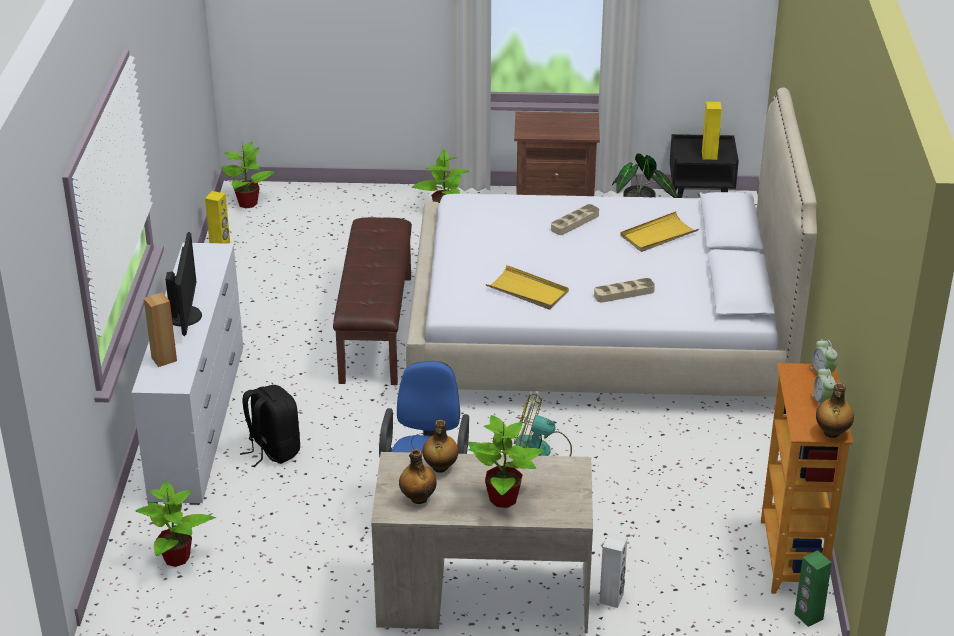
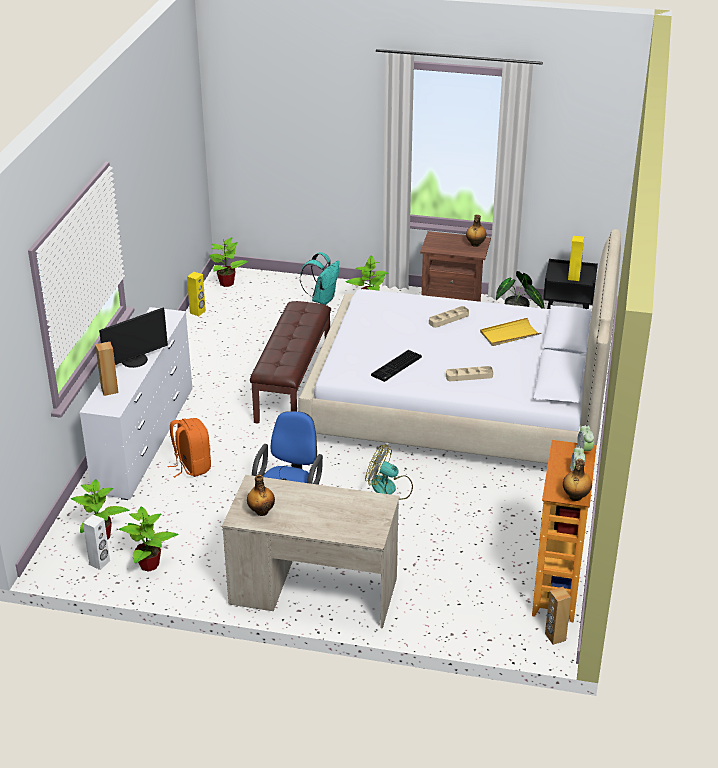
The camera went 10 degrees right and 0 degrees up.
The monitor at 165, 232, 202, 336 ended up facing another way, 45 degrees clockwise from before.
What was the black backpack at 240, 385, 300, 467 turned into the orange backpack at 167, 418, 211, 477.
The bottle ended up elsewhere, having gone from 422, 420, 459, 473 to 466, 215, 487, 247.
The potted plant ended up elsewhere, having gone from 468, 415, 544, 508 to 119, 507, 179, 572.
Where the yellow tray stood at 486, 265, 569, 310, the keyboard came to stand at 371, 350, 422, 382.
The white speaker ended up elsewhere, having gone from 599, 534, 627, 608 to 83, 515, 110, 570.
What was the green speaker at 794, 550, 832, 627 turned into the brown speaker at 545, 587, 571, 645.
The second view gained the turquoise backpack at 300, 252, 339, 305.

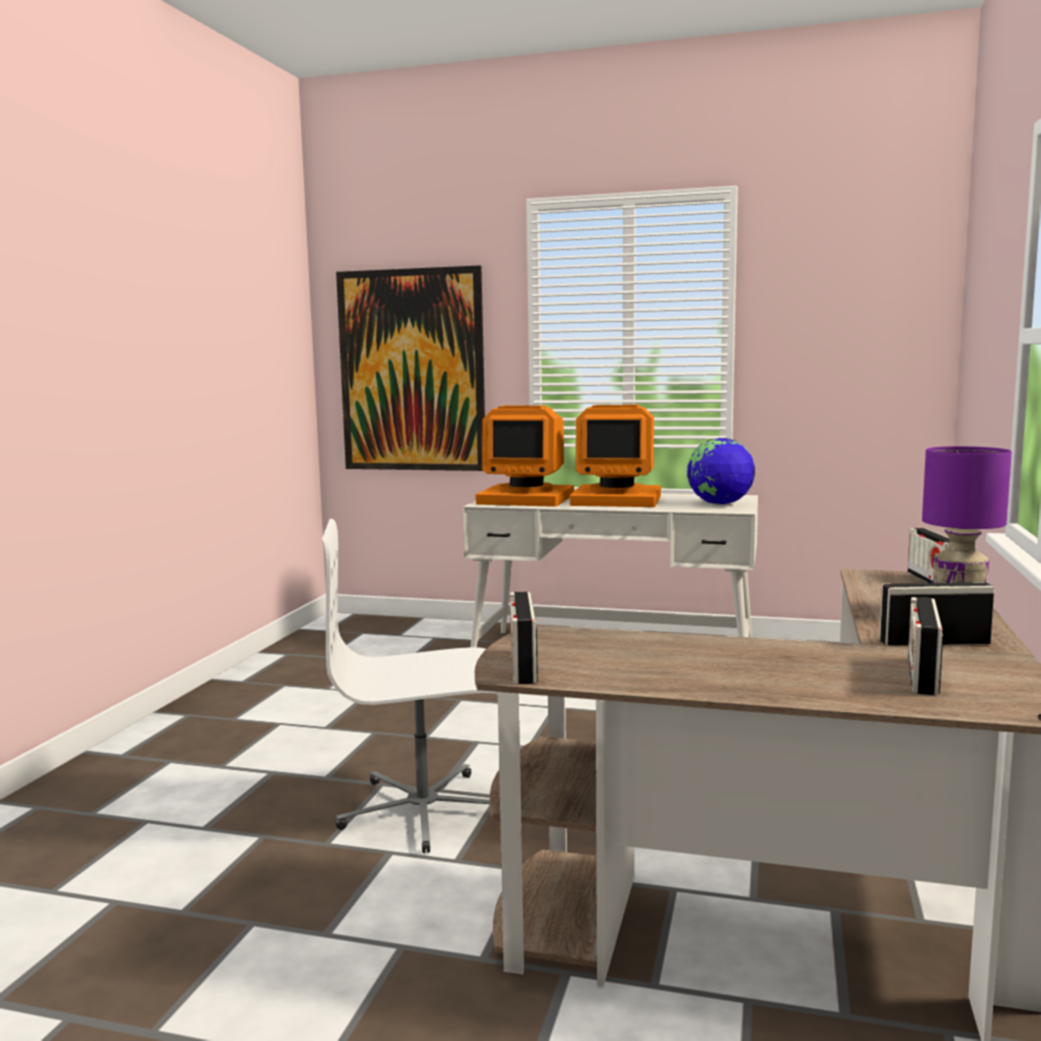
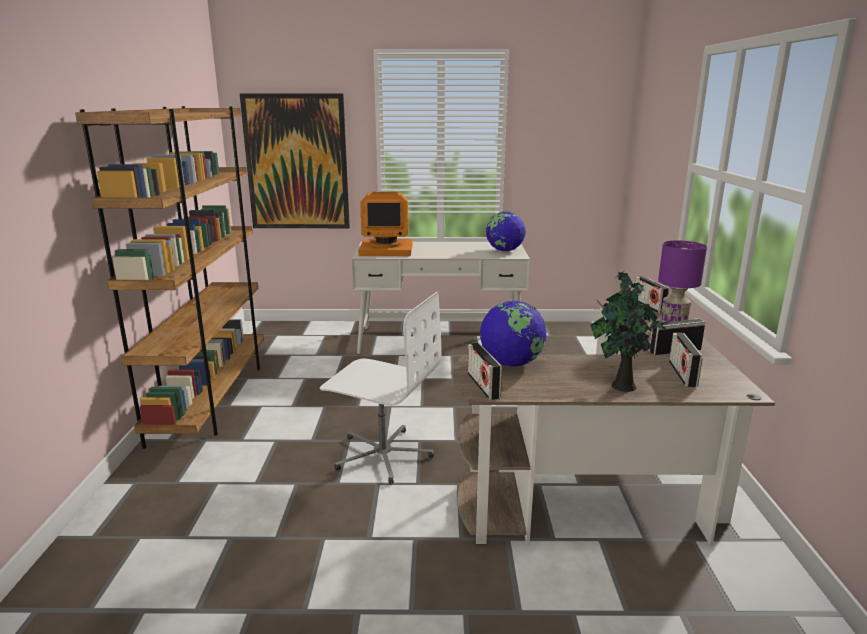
The camera went 15 degrees left and 10 degrees up.
The white office chair at 322, 519, 498, 853 ended up facing another way, 135 degrees counterclockwise from before.
The second view lost the monitor at 570, 405, 661, 507.
The second view gained the brown bookcase at 75, 106, 264, 449.
The second view gained the globe at 480, 301, 547, 367.
The second view gained the potted plant at 591, 271, 666, 392.

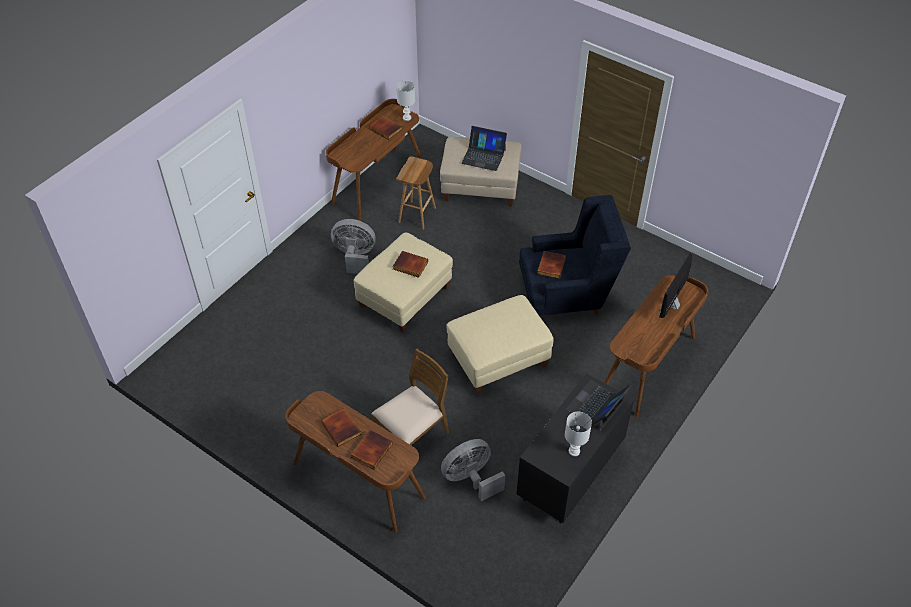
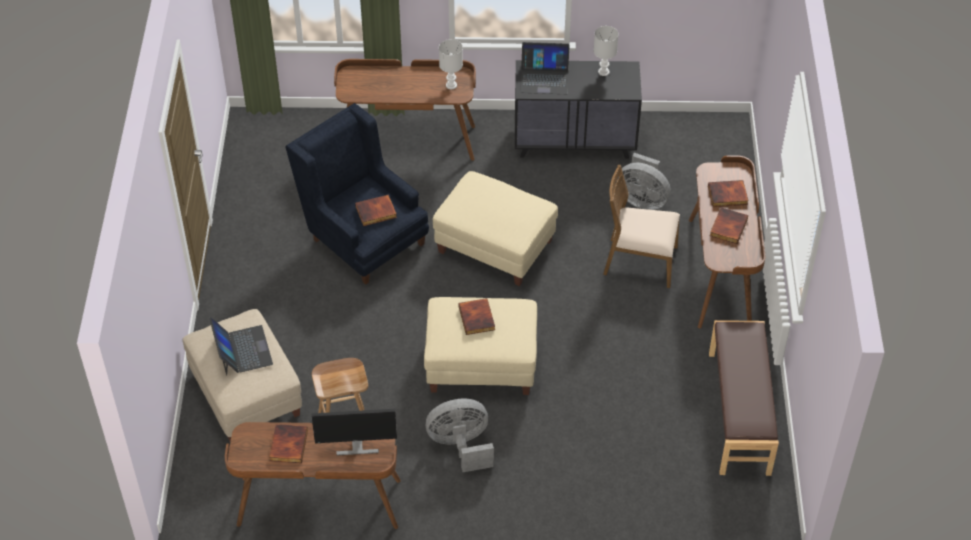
The camera went 125 degrees left and 0 degrees up.
The grey fan at 331, 219, 376, 274 ended up facing another way, 105 degrees clockwise from before.
The white table lamp ended up elsewhere, having gone from 396, 81, 415, 121 to 439, 39, 463, 89.
The monitor ended up elsewhere, having gone from 659, 253, 692, 318 to 311, 409, 397, 456.
The second view gained the brown bench at 709, 320, 779, 476.

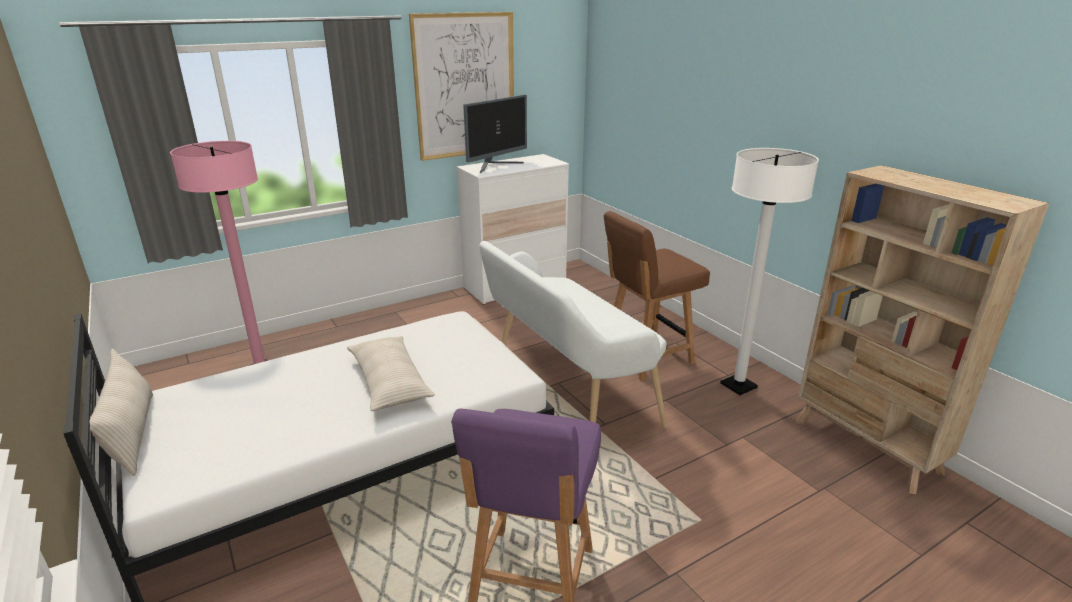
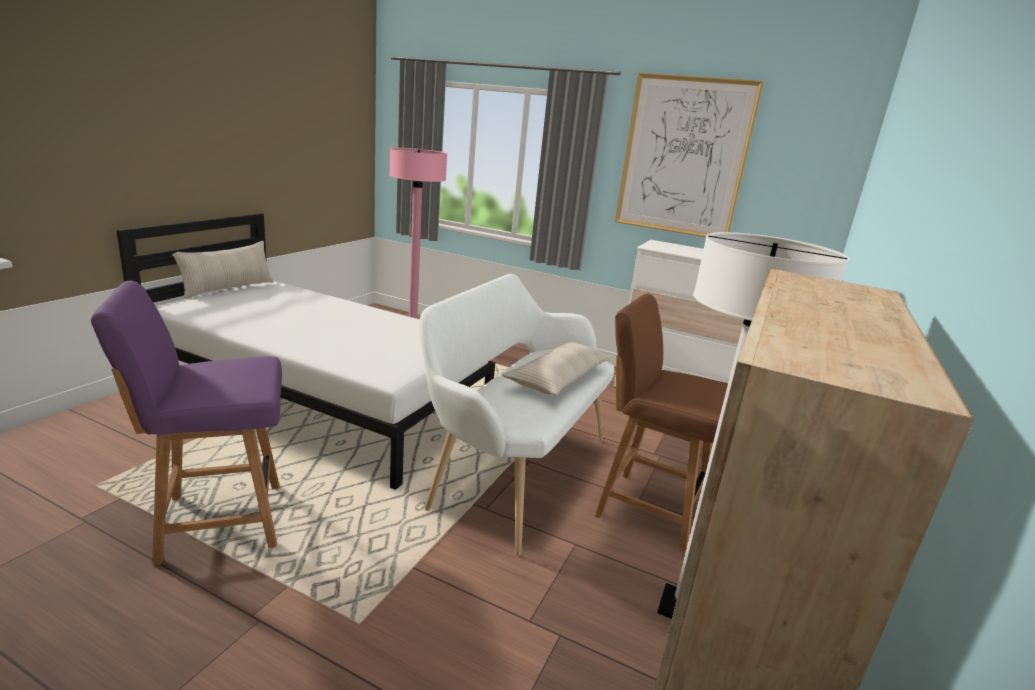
The camera went 55 degrees right and 5 degrees down.
The beige pillow ended up elsewhere, having gone from 347, 336, 435, 411 to 502, 342, 611, 395.
The second view lost the monitor at 463, 95, 527, 173.

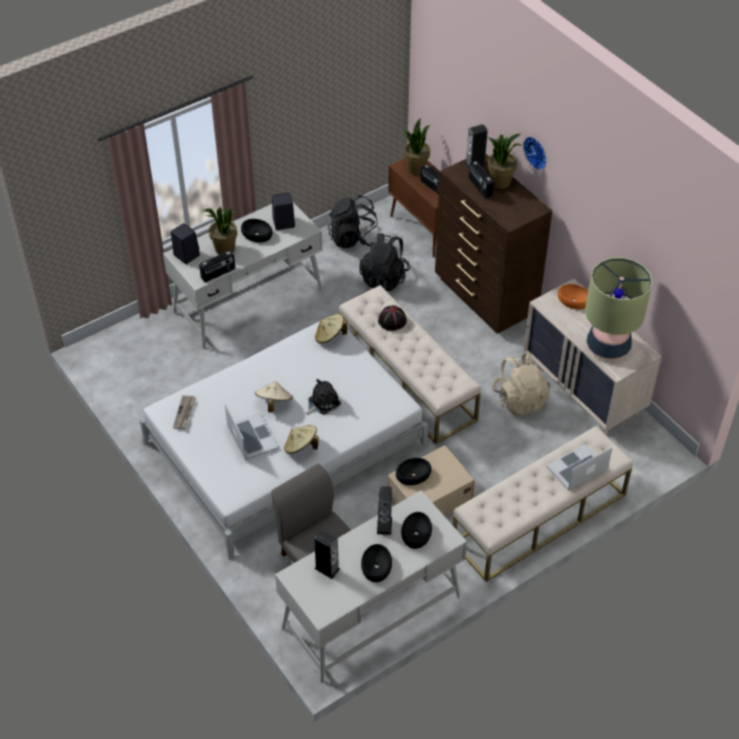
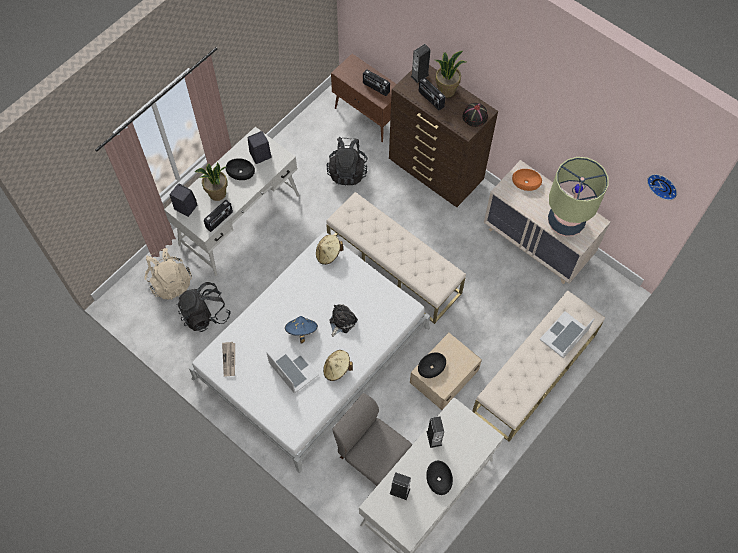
The camera went 15 degrees left and 15 degrees up.
What was the beige hat at 255, 381, 293, 412 turned into the blue hat at 285, 316, 318, 344.
The black backpack ended up elsewhere, having gone from 328, 195, 379, 248 to 176, 282, 231, 332.
The black hat ended up elsewhere, having gone from 378, 305, 407, 331 to 462, 103, 488, 127.
The second view lost the black bowl at 401, 512, 432, 549.
The second view lost the potted plant at 404, 118, 431, 175.
The beige backpack ended up elsewhere, having gone from 492, 353, 550, 416 to 144, 248, 192, 300.
The wall clock ended up elsewhere, having gone from 523, 136, 547, 170 to 647, 174, 677, 200.

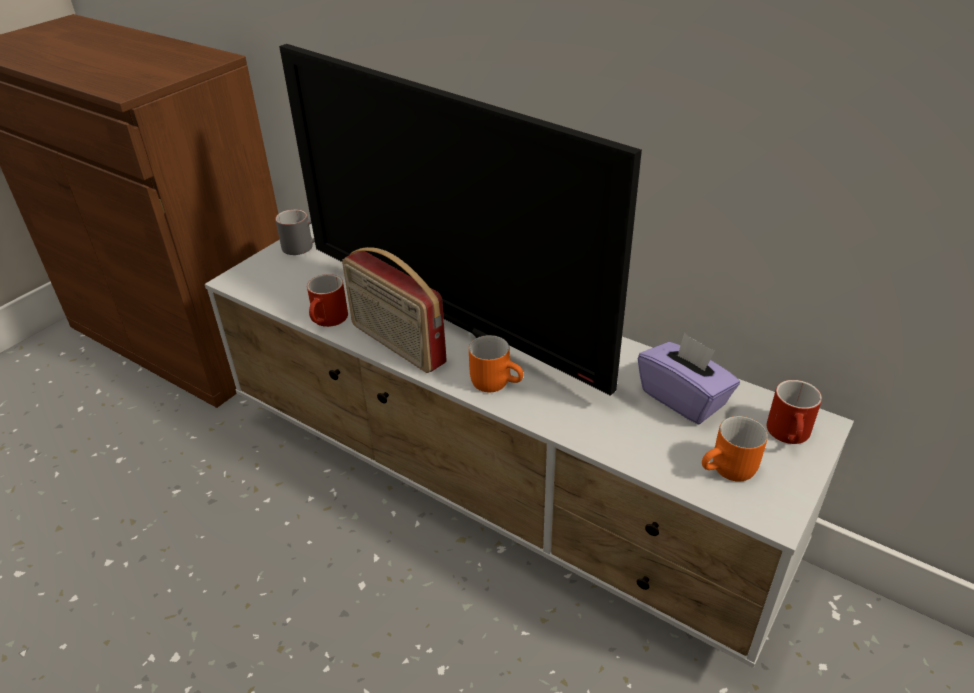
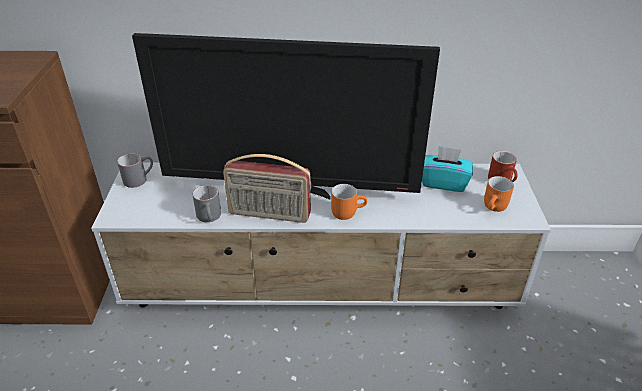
The camera went 35 degrees left and 0 degrees up.
What was the red mug at 307, 274, 348, 327 turned into the grey mug at 192, 185, 221, 222.
What was the purple tissue box at 638, 332, 740, 424 turned into the turquoise tissue box at 422, 146, 473, 192.

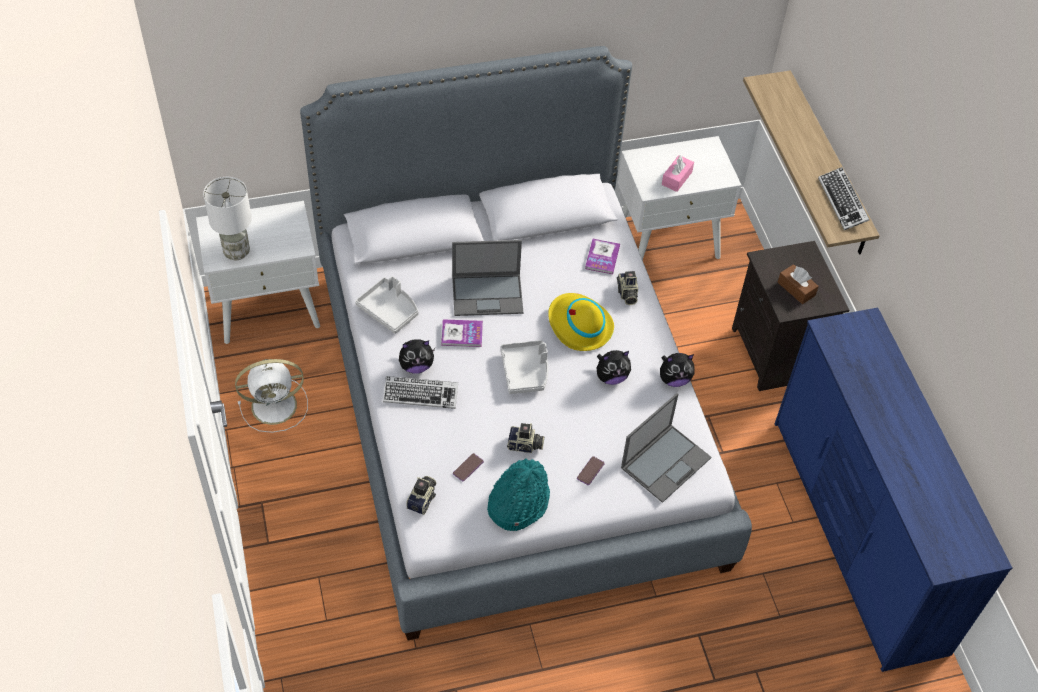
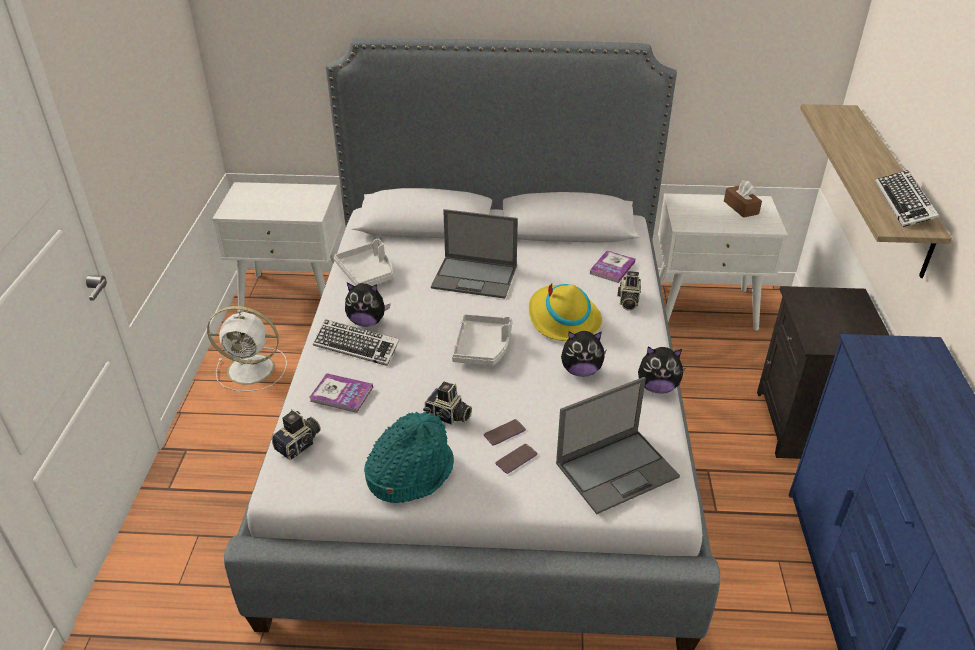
The camera went 20 degrees right and 15 degrees down.
The second view lost the white table lamp at 203, 177, 252, 261.
The book ended up elsewhere, having gone from 441, 319, 483, 347 to 309, 373, 373, 413.
The phone ended up elsewhere, having gone from 453, 453, 484, 482 to 484, 419, 526, 446.
The second view lost the pink tissue box at 662, 155, 694, 192.
The brown tissue box ended up elsewhere, having gone from 778, 264, 819, 304 to 724, 180, 762, 218.

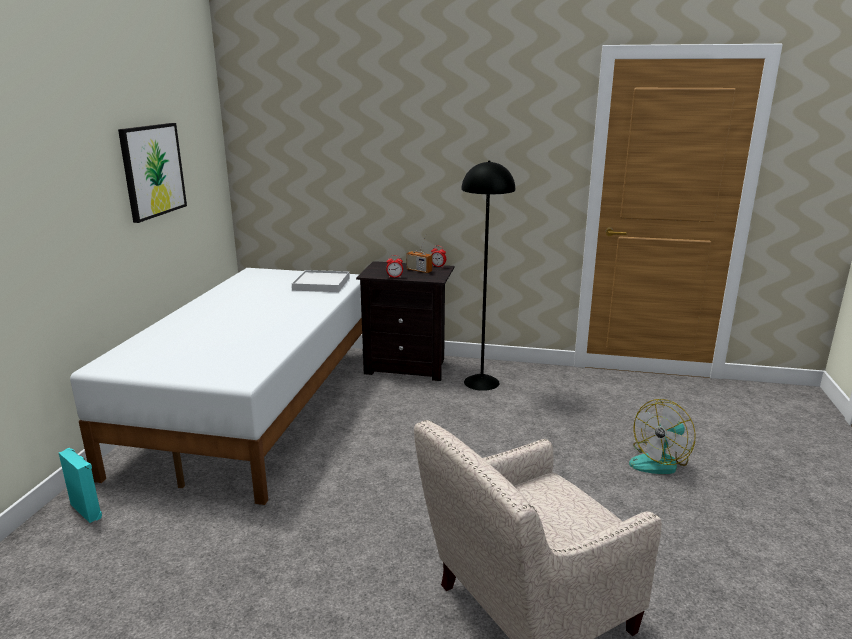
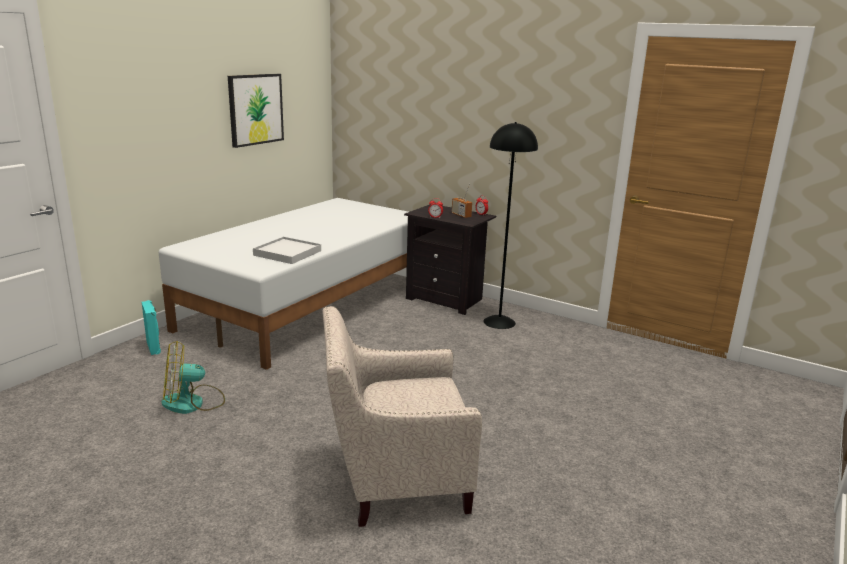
The camera went 20 degrees right and 0 degrees up.
The white tray ended up elsewhere, having gone from 292, 270, 350, 292 to 253, 237, 321, 264.
The fan ended up elsewhere, having gone from 629, 399, 696, 474 to 161, 341, 225, 414.

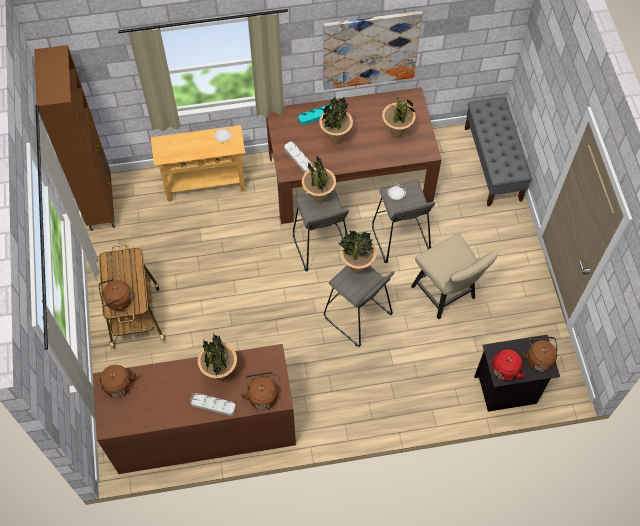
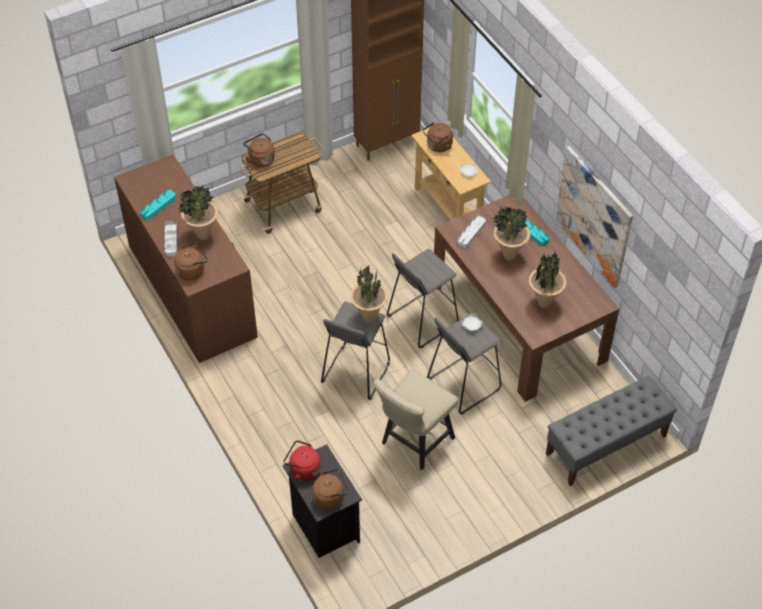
The camera went 70 degrees right and 10 degrees down.
The brown kettle ended up elsewhere, having gone from 100, 365, 136, 397 to 422, 122, 453, 152.
The second view lost the potted plant at 302, 155, 336, 203.
The second view gained the turquoise tray at 140, 190, 176, 220.

